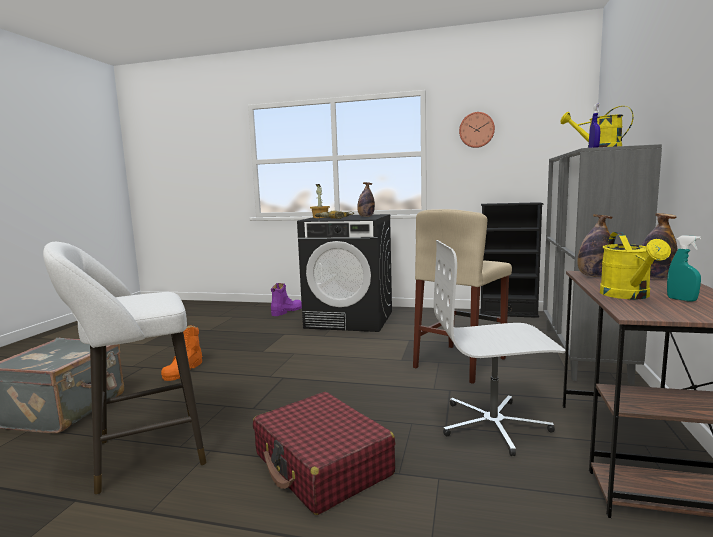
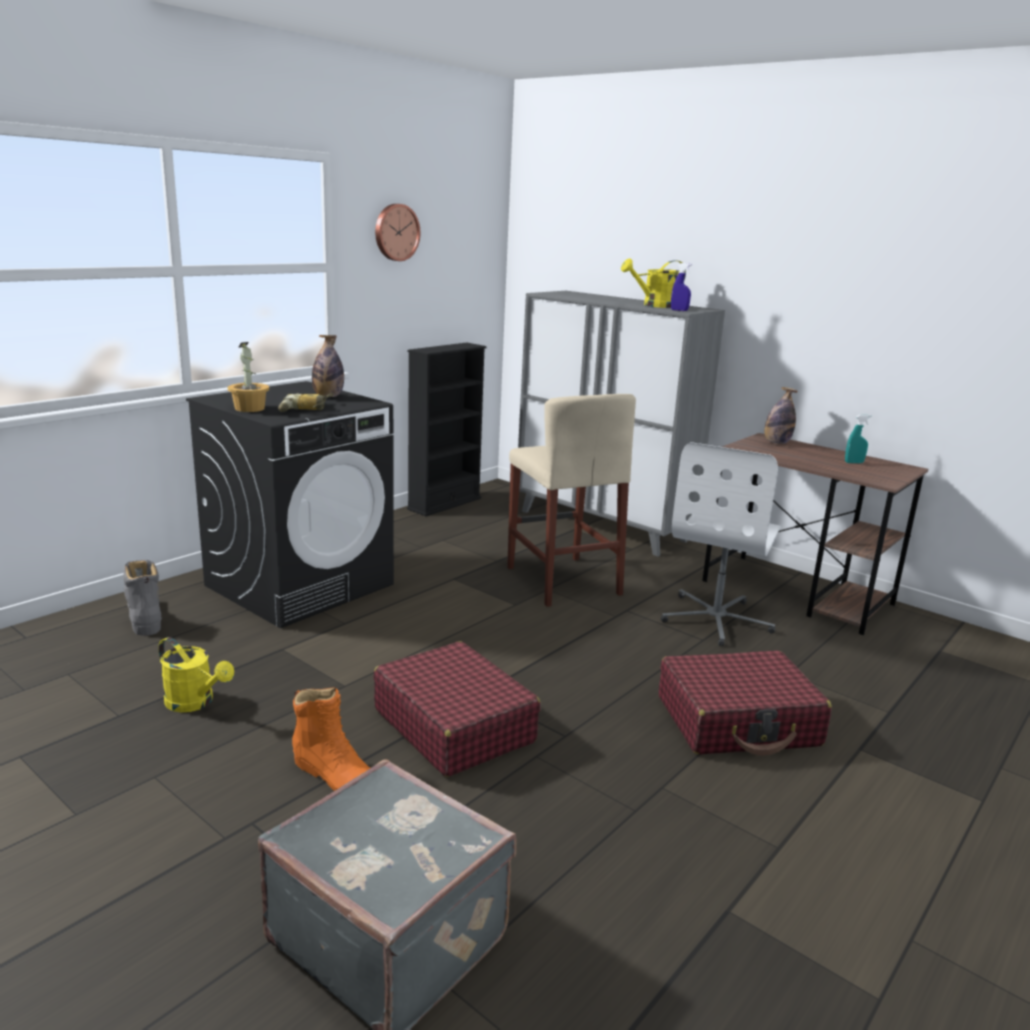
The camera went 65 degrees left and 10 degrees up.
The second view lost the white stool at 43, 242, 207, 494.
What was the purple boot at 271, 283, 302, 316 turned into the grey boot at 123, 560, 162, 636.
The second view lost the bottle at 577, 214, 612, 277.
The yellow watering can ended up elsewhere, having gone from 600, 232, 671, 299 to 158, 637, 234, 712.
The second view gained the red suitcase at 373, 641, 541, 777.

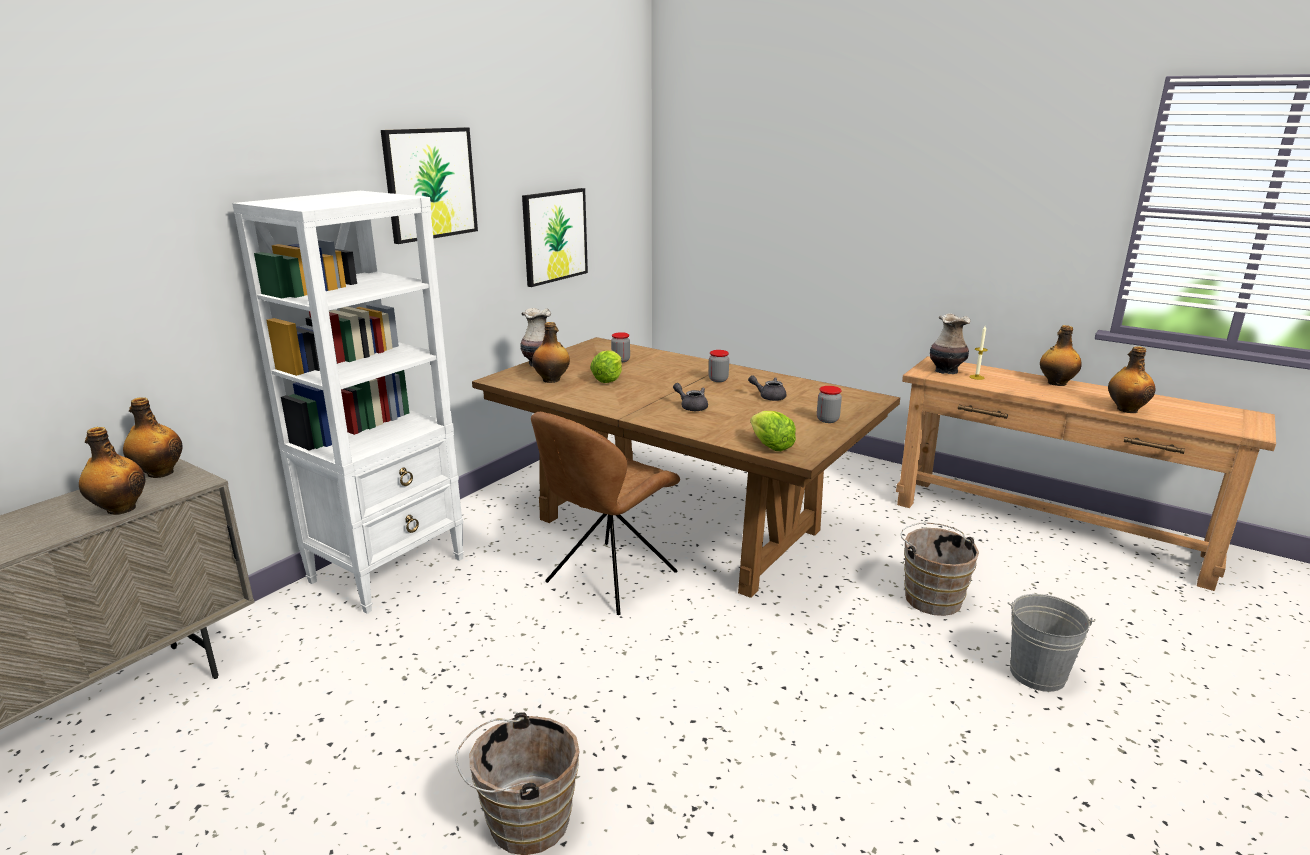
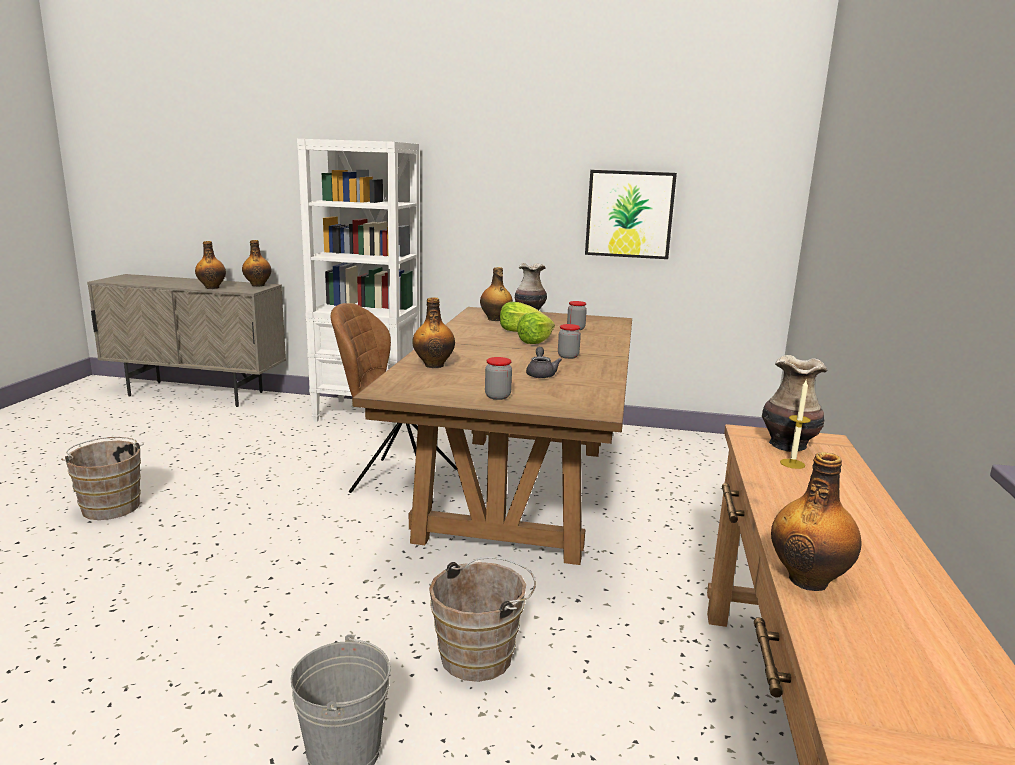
The camera went 65 degrees right and 5 degrees down.
The second view lost the picture at 381, 127, 478, 244.
The second view lost the grey teapot at 673, 383, 708, 411.
The lettuce ended up elsewhere, having gone from 750, 411, 796, 451 to 517, 312, 555, 344.
The bottle ended up elsewhere, having gone from 1040, 325, 1082, 386 to 412, 297, 455, 368.

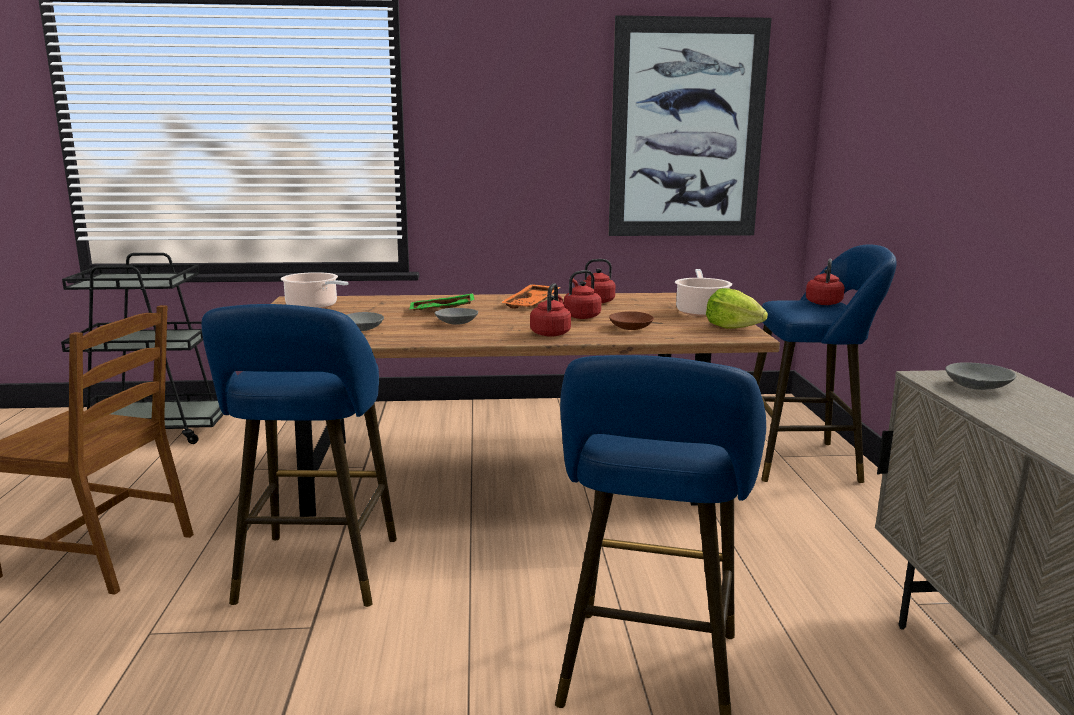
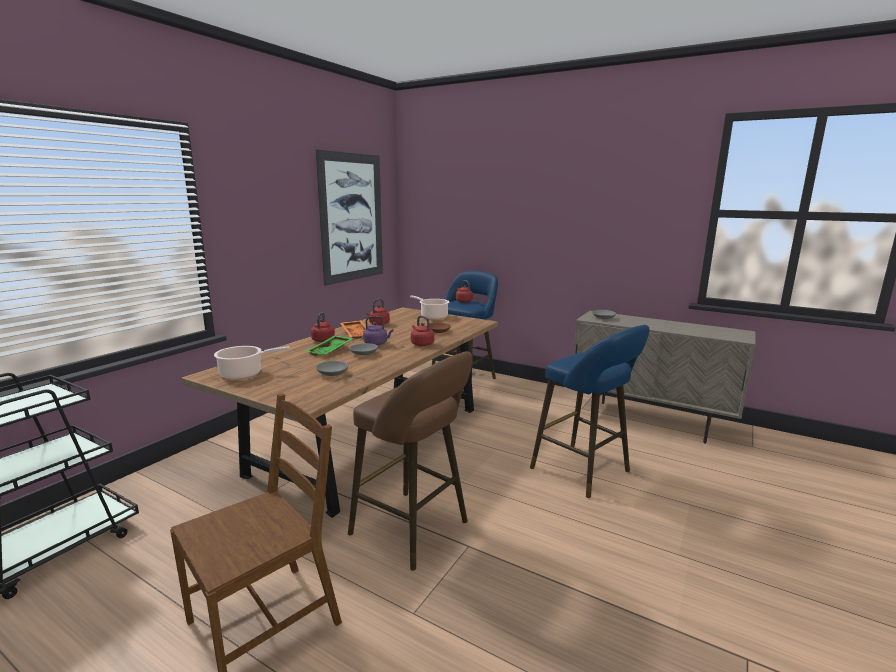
The camera went 55 degrees left and 0 degrees up.
What was the blue stool at 201, 304, 397, 607 turned into the brown stool at 348, 351, 473, 571.
The red kettle ended up elsewhere, having gone from 558, 270, 601, 319 to 311, 312, 335, 342.
The second view lost the lettuce at 706, 288, 768, 329.
The second view gained the purple kettle at 363, 316, 394, 345.

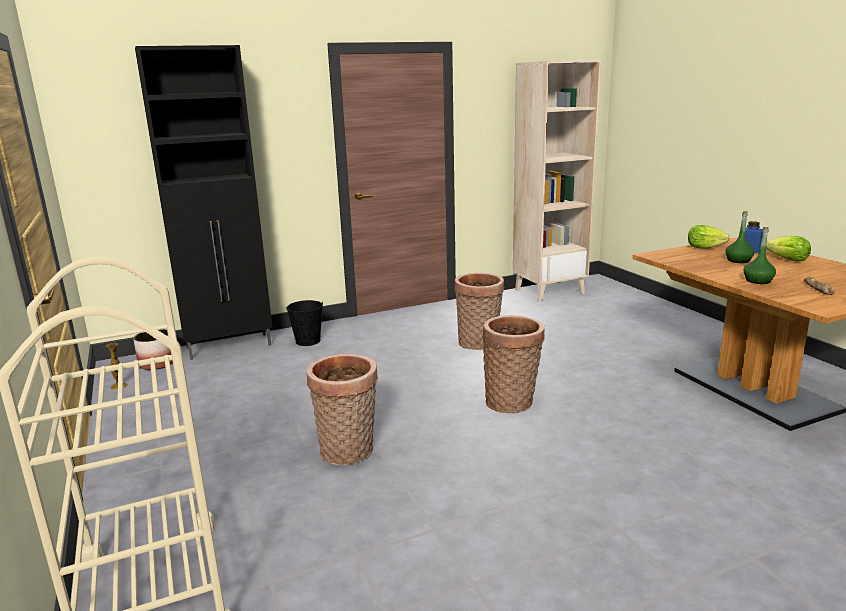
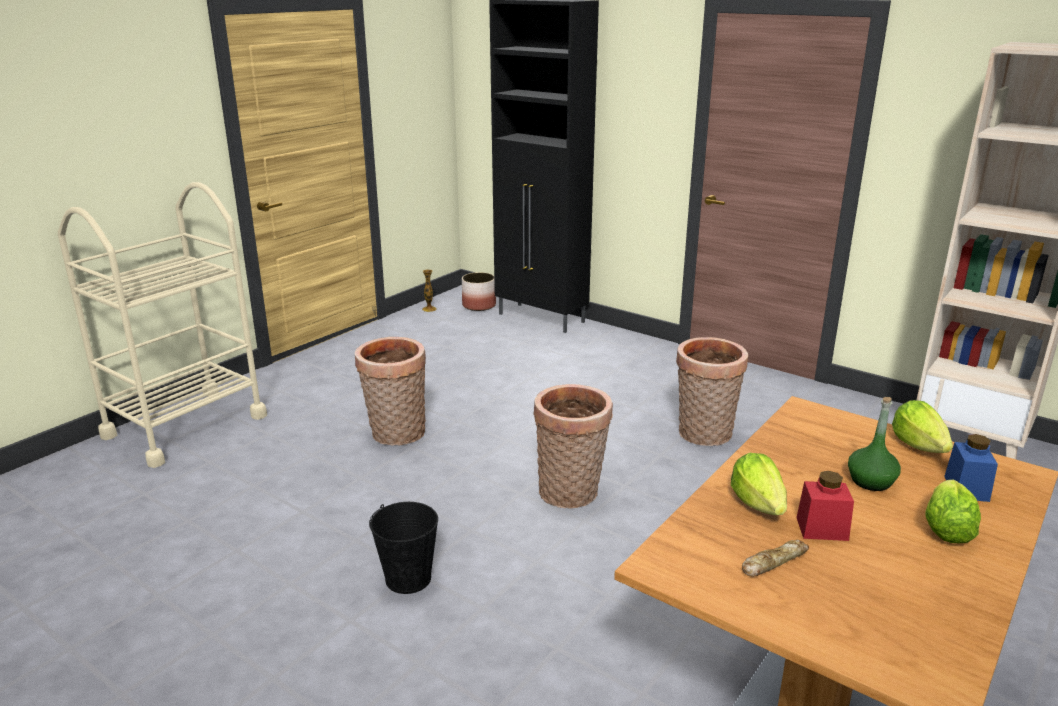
The camera went 60 degrees right and 5 degrees up.
The black bucket ended up elsewhere, having gone from 286, 300, 323, 346 to 369, 502, 438, 594.
Where the green bottle stood at 743, 227, 776, 284, the lettuce came to stand at 731, 453, 787, 515.
The second view gained the red jar at 796, 471, 854, 541.

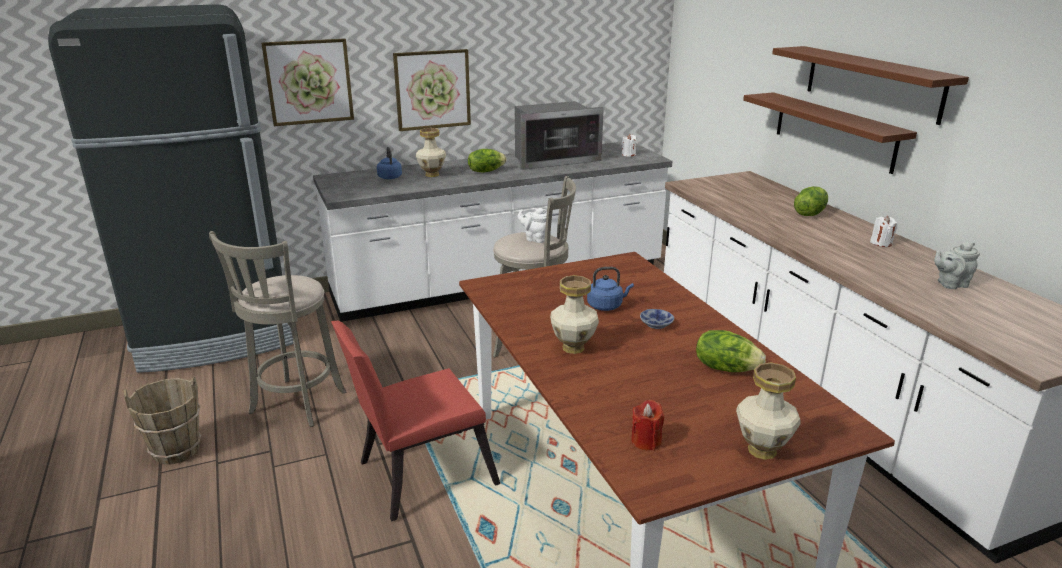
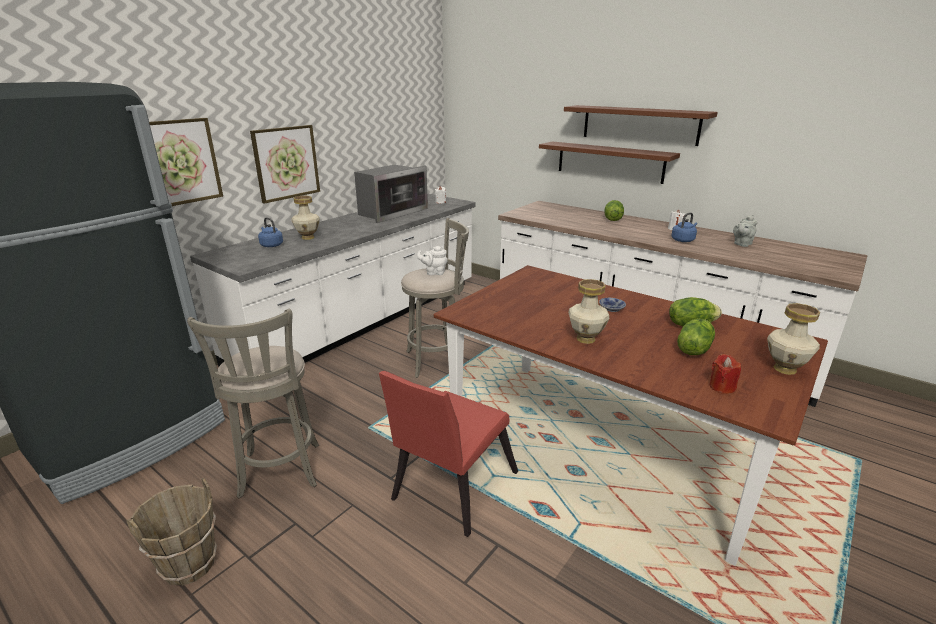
The camera went 30 degrees left and 0 degrees up.
The lettuce ended up elsewhere, having gone from 468, 149, 506, 173 to 677, 319, 715, 355.
The blue kettle ended up elsewhere, having gone from 587, 267, 634, 311 to 671, 213, 697, 242.

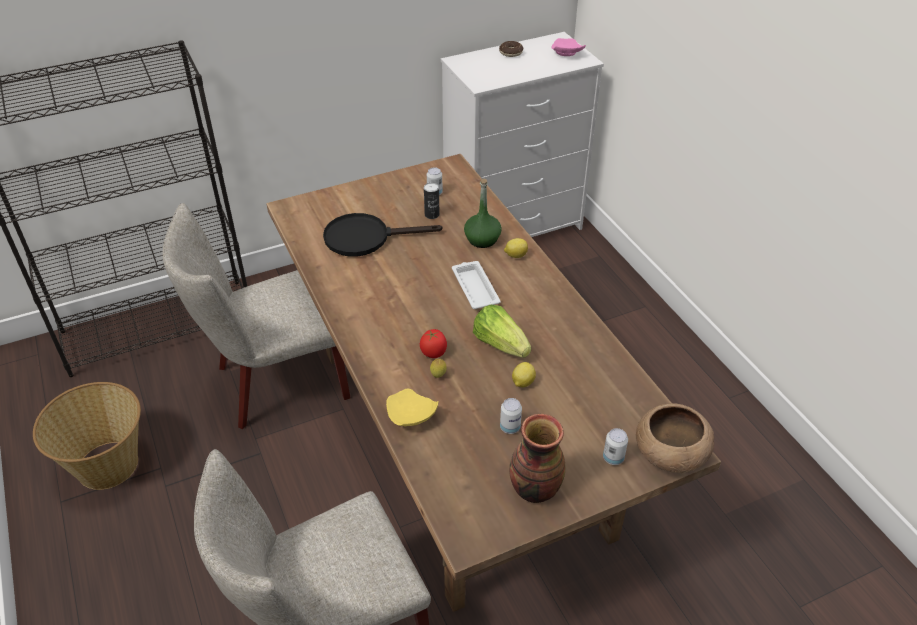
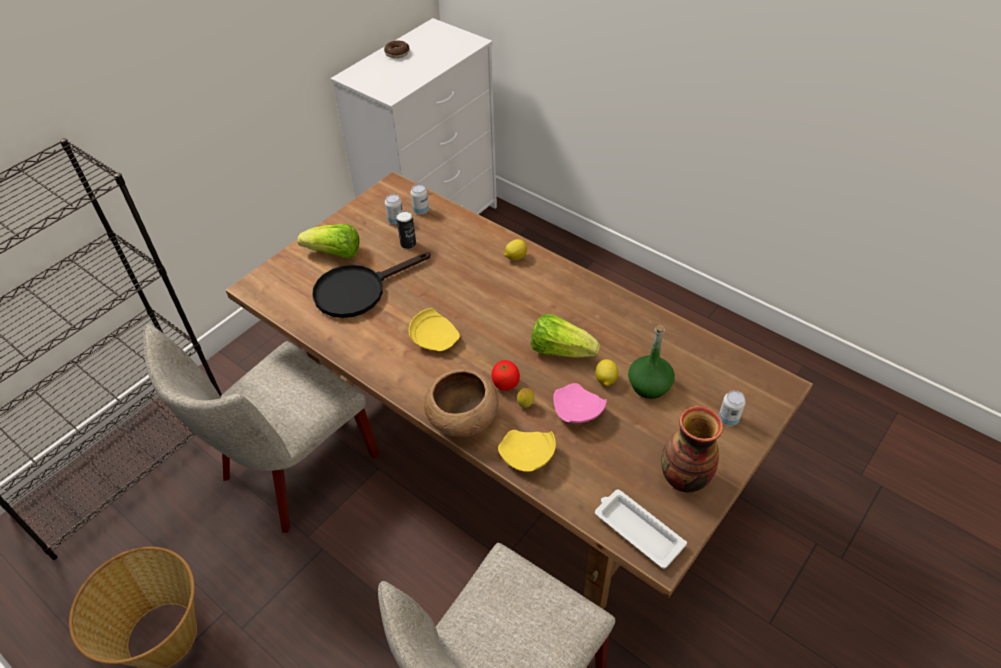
The camera went 25 degrees left and 5 degrees up.
The white tray ended up elsewhere, having gone from 452, 261, 501, 309 to 595, 489, 687, 569.
The green bottle ended up elsewhere, having gone from 464, 179, 502, 248 to 628, 325, 675, 399.
The can ended up elsewhere, having gone from 500, 398, 522, 434 to 411, 184, 429, 214.
The pink plate ended up elsewhere, having gone from 551, 38, 586, 56 to 553, 383, 607, 423.
The brown bowl ended up elsewhere, having gone from 636, 403, 714, 473 to 424, 369, 499, 437.
The second view gained the lettuce at 297, 224, 360, 258.
The second view gained the yellow plate at 409, 308, 460, 351.

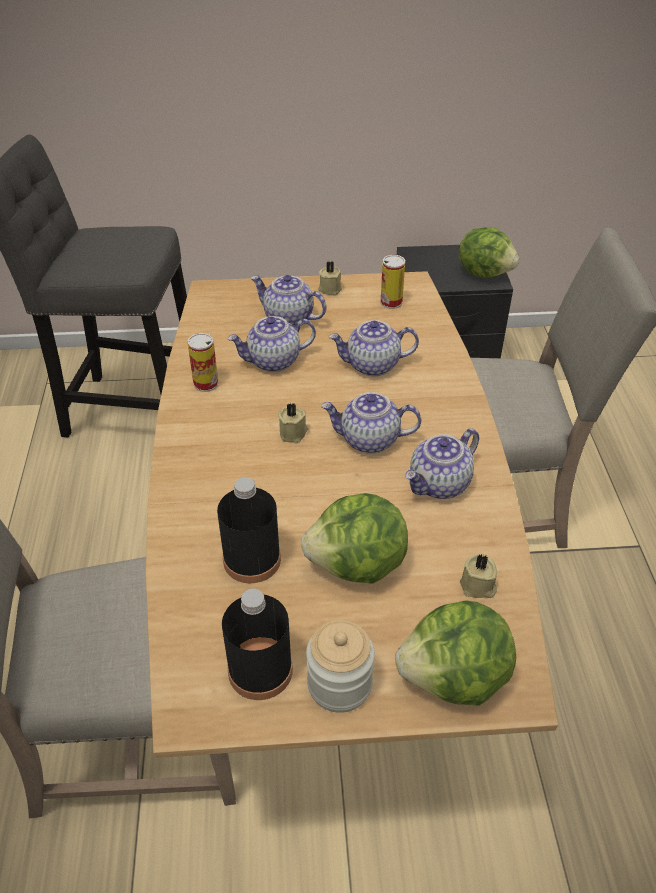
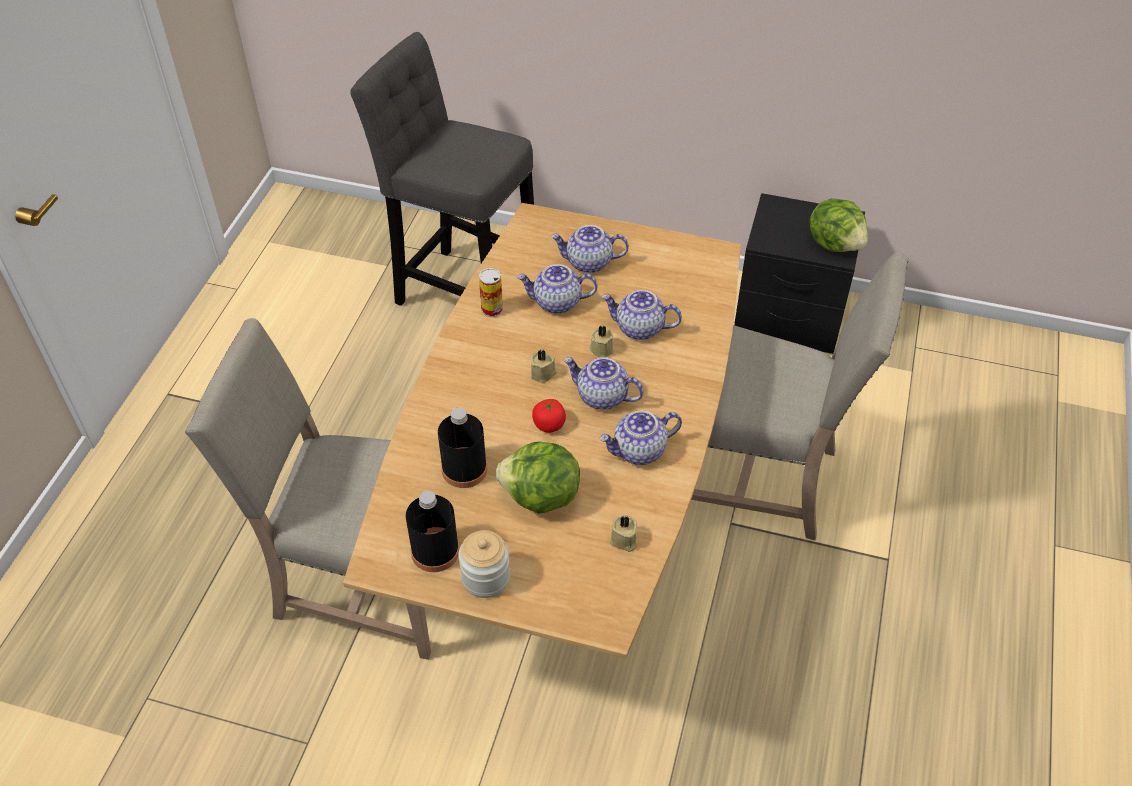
The camera went 20 degrees right and 5 degrees up.
The teapot at 251, 275, 327, 325 ended up facing another way, 45 degrees counterclockwise from before.
The beige candle ended up elsewhere, having gone from 318, 261, 342, 295 to 590, 326, 614, 358.
The second view lost the can at 380, 255, 405, 309.
The second view lost the lettuce at 395, 600, 516, 705.
The second view gained the tomato at 532, 399, 566, 433.

